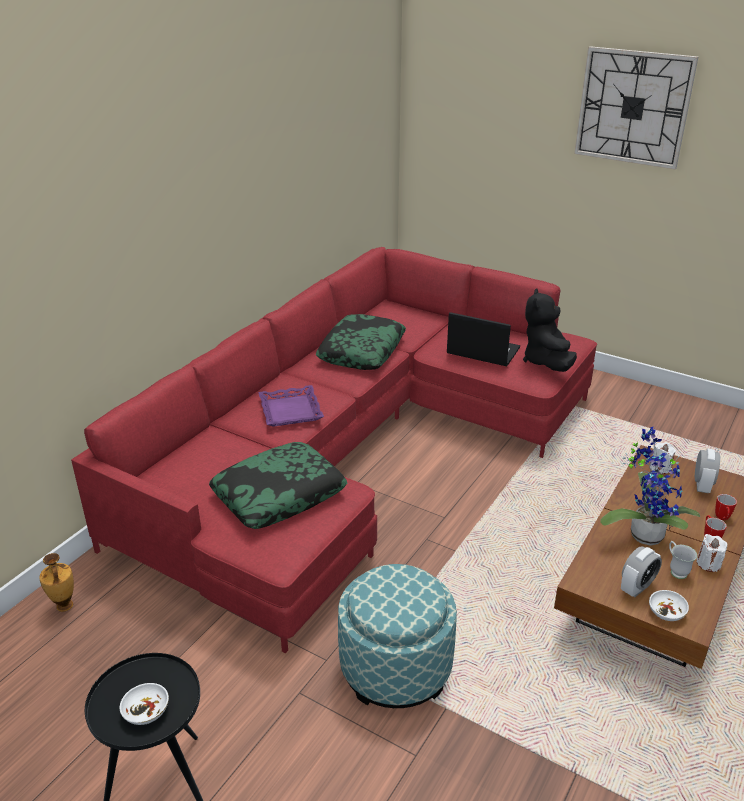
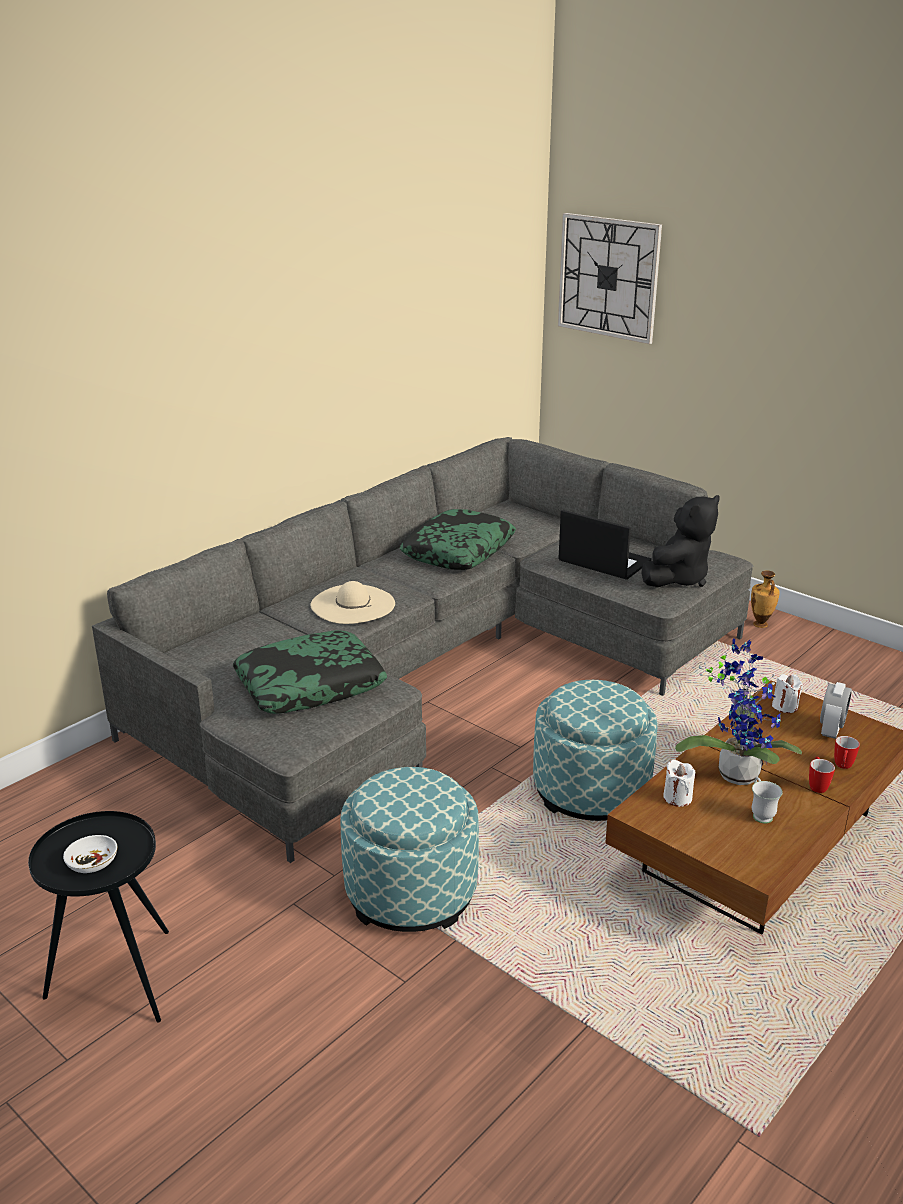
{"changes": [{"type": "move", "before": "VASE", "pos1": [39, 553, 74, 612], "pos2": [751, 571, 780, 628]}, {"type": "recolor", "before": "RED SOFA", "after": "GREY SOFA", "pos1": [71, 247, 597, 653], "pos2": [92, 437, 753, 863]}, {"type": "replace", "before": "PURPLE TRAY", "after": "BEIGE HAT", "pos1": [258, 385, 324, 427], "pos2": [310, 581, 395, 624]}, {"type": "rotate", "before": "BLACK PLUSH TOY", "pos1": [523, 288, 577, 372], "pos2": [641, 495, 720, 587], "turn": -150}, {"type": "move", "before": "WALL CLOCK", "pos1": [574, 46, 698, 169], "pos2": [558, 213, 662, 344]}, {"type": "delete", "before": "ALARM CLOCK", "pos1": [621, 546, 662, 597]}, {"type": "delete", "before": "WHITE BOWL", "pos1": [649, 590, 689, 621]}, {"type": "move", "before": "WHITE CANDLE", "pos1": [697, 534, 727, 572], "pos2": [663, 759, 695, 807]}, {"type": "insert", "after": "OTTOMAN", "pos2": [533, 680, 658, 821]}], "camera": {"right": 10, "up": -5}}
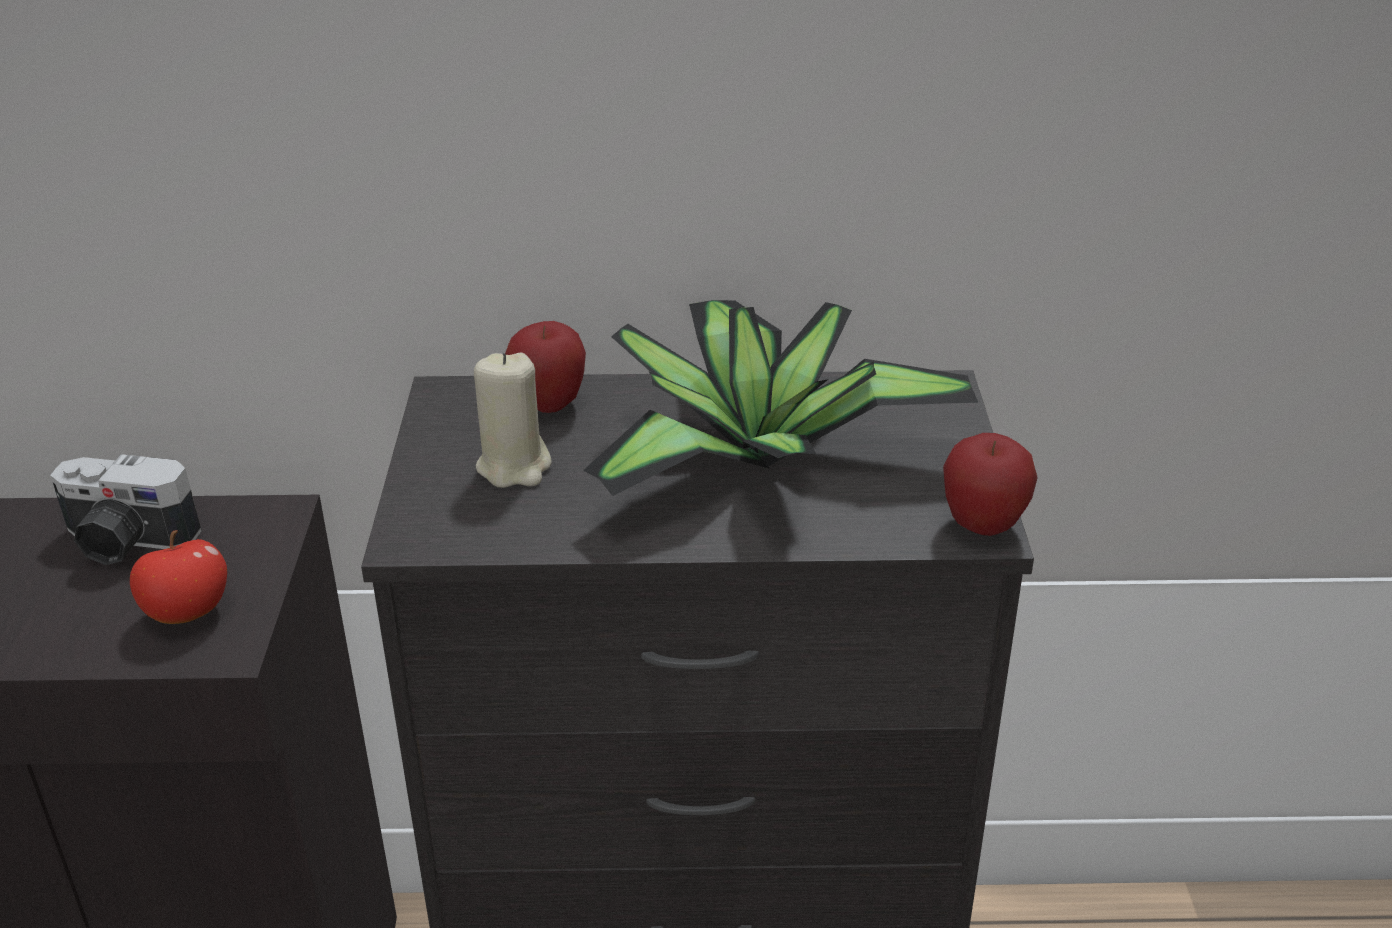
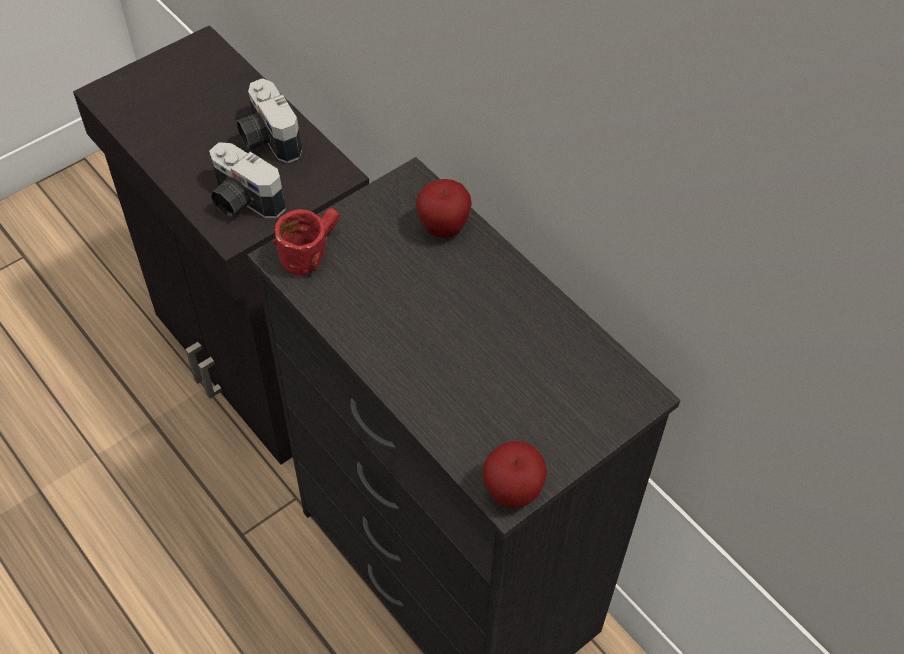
{"changes": [{"type": "replace", "before": "APPLE", "after": "PHOTO CAMERA", "pos1": [130, 530, 227, 624], "pos2": [209, 142, 286, 218]}, {"type": "delete", "before": "BEIGE CANDLE", "pos1": [474, 352, 551, 488]}, {"type": "delete", "before": "POTTED PLANT", "pos1": [583, 300, 978, 496]}, {"type": "insert", "after": "RED MUG", "pos2": [273, 208, 340, 276]}], "camera": {"right": 50, "up": 20}}
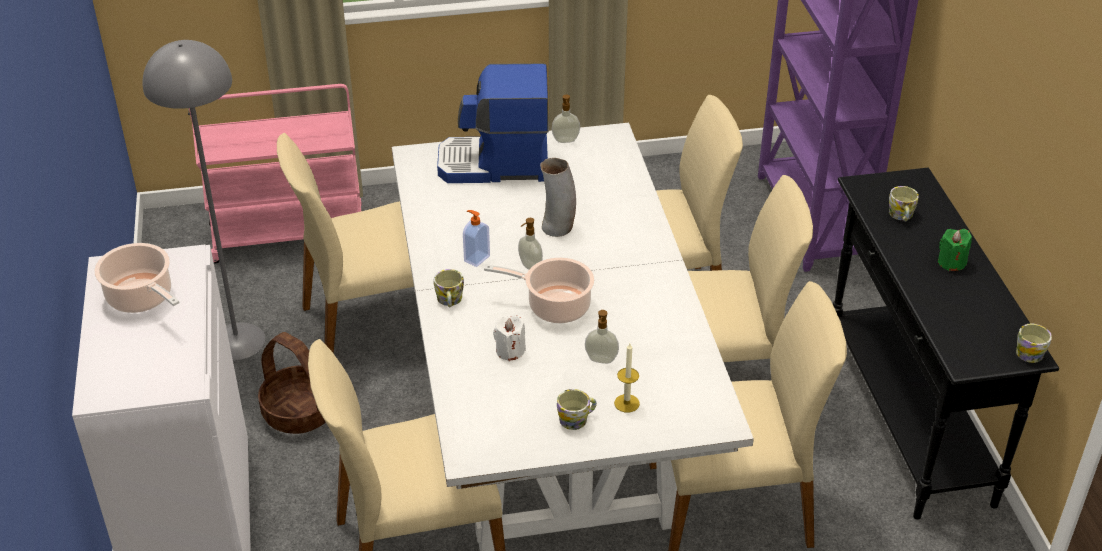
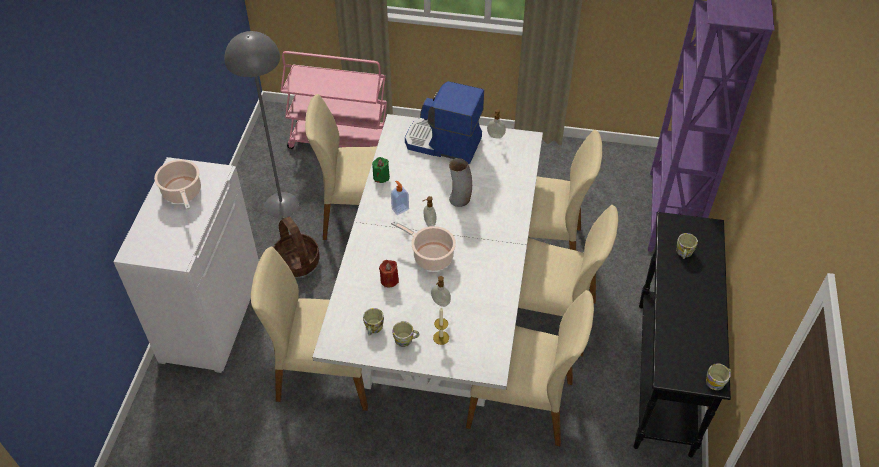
{"changes": [{"type": "move", "before": "MUG", "pos1": [434, 269, 464, 307], "pos2": [363, 308, 384, 336]}, {"type": "recolor", "before": "WHITE CANDLE", "after": "RED CANDLE", "pos1": [493, 315, 526, 361], "pos2": [379, 260, 399, 288]}, {"type": "move", "before": "GREEN CANDLE", "pos1": [938, 229, 972, 271], "pos2": [372, 157, 390, 183]}], "camera": {"right": 20, "up": 10}}
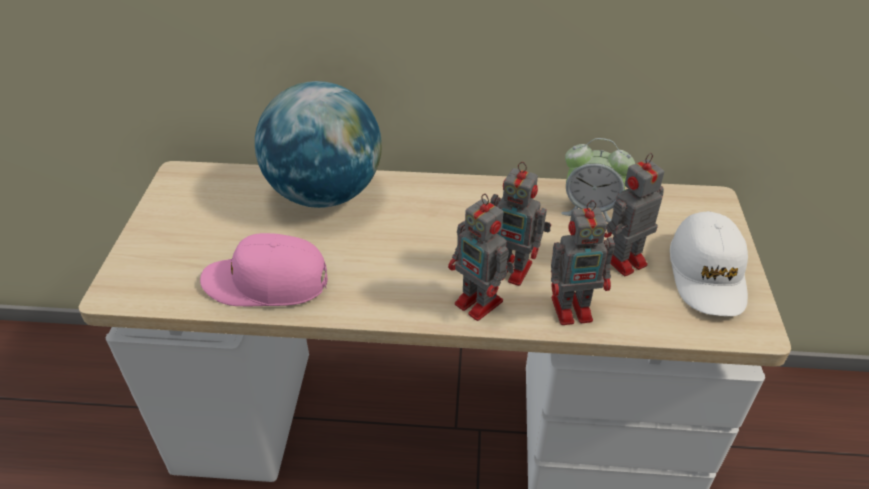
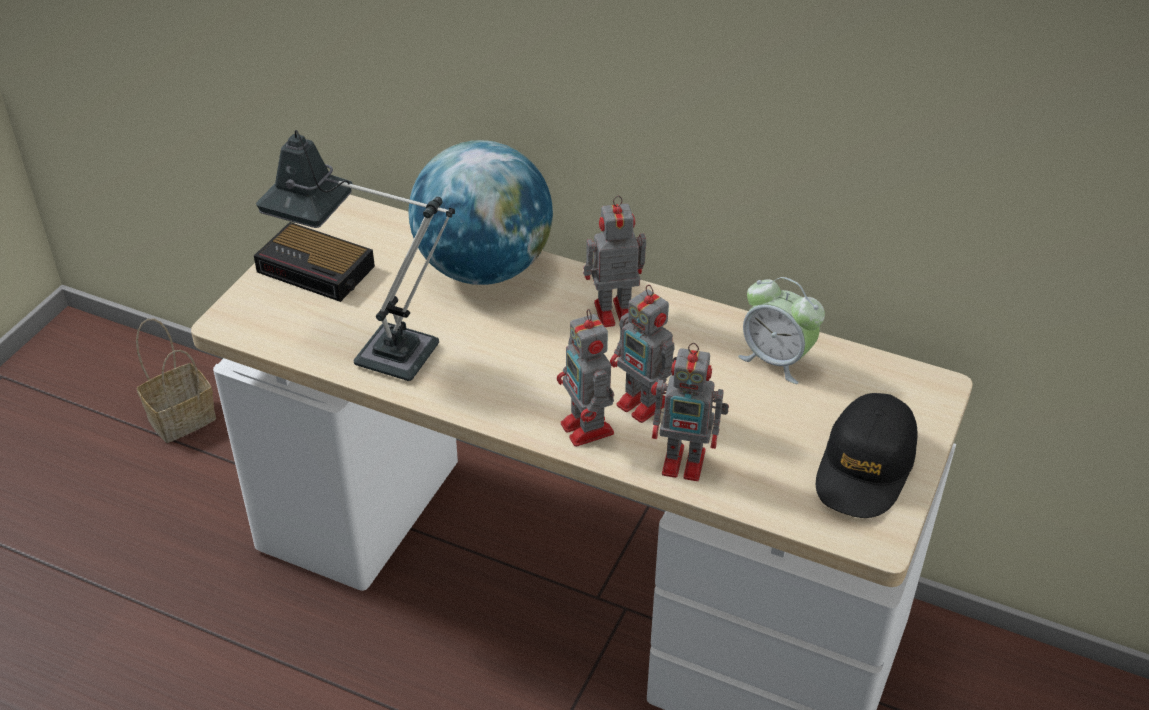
{"changes": [{"type": "replace", "before": "PINK CAP", "after": "TABLE LAMP", "pos1": [200, 233, 328, 306], "pos2": [256, 130, 455, 381]}, {"type": "move", "before": "TOY ROBOT", "pos1": [604, 153, 664, 276], "pos2": [583, 196, 646, 327]}, {"type": "recolor", "before": "WHITE CAP", "after": "BLACK CAP", "pos1": [670, 211, 748, 316], "pos2": [816, 393, 918, 518]}, {"type": "insert", "after": "BASKET", "pos2": [136, 318, 216, 443]}, {"type": "insert", "after": "ALARM CLOCK", "pos2": [254, 222, 375, 302]}], "camera": {"right": 20, "up": 0}}
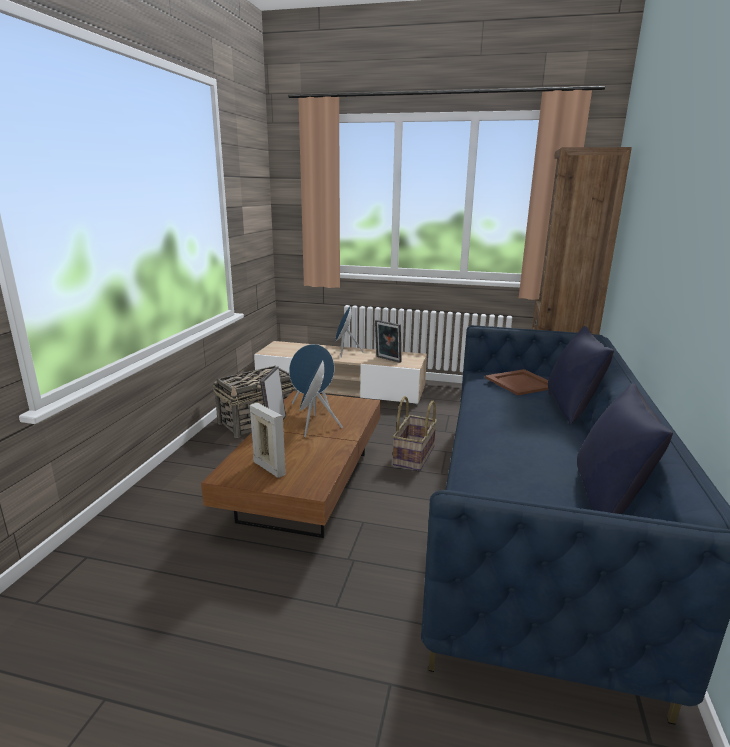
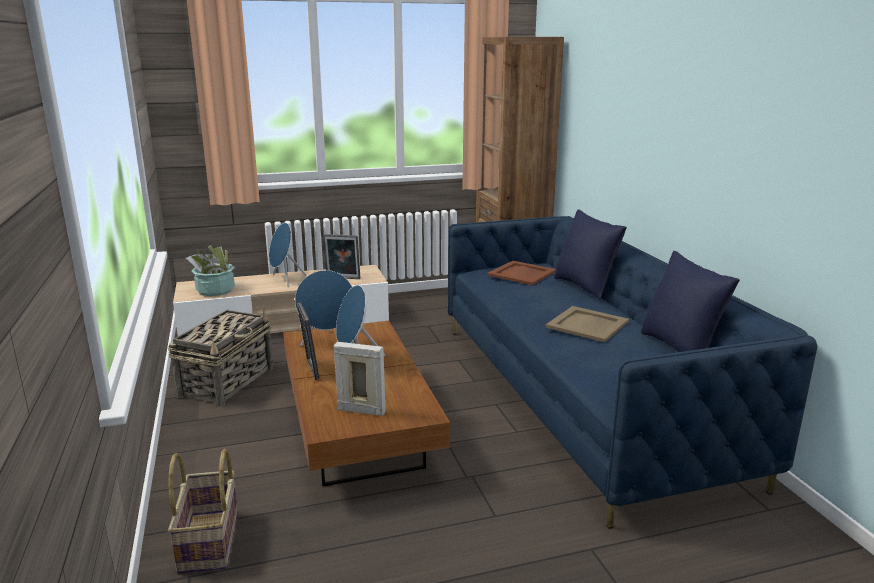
{"changes": [{"type": "move", "before": "BASKET", "pos1": [393, 396, 437, 471], "pos2": [168, 449, 238, 574]}, {"type": "insert", "after": "POTTED PLANT", "pos2": [186, 245, 235, 296]}, {"type": "insert", "after": "BEIGE TRAY", "pos2": [546, 306, 629, 342]}], "camera": {"right": -30, "up": 0}}
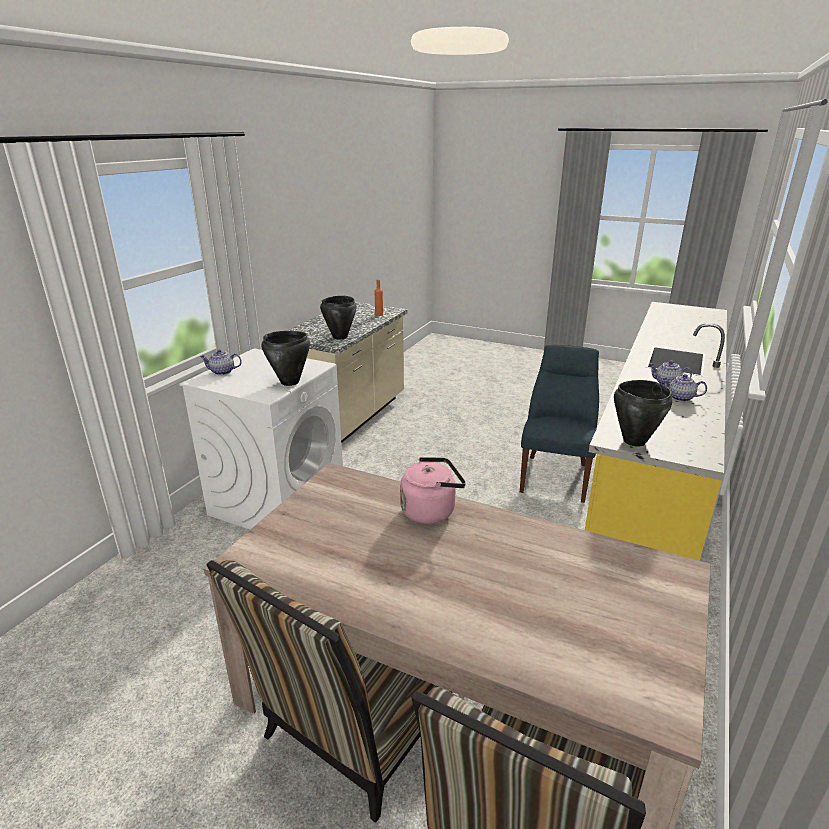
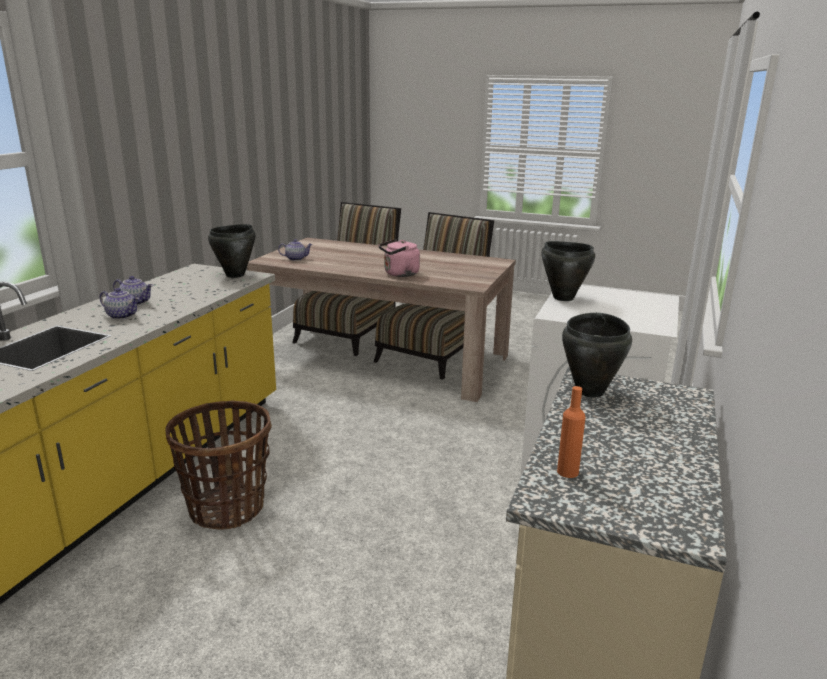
{"changes": [{"type": "move", "before": "TEAPOT", "pos1": [200, 349, 242, 375], "pos2": [278, 239, 313, 261]}, {"type": "replace", "before": "BLUE CHAIR", "after": "BASKET", "pos1": [520, 345, 599, 503], "pos2": [165, 400, 272, 530]}], "camera": {"right": 175, "up": -5}}
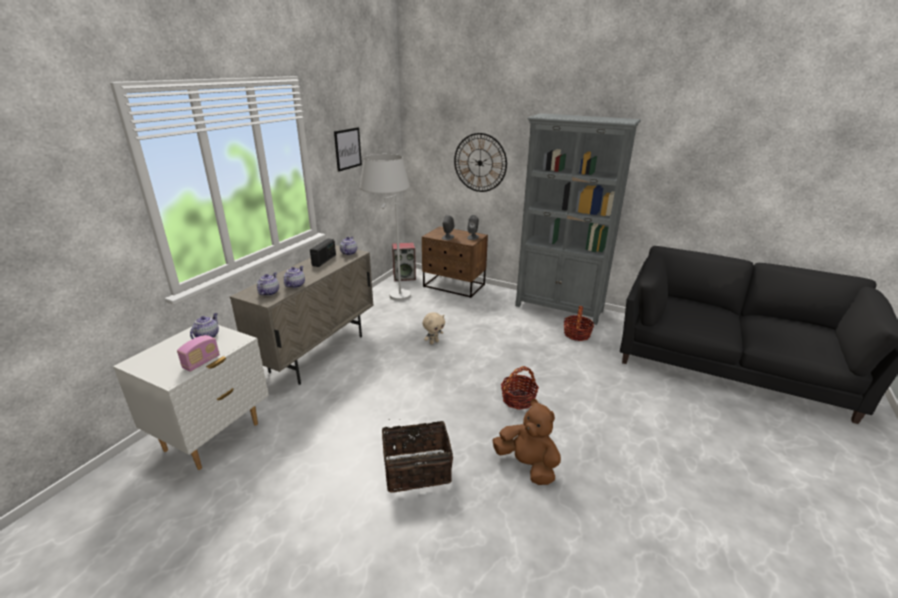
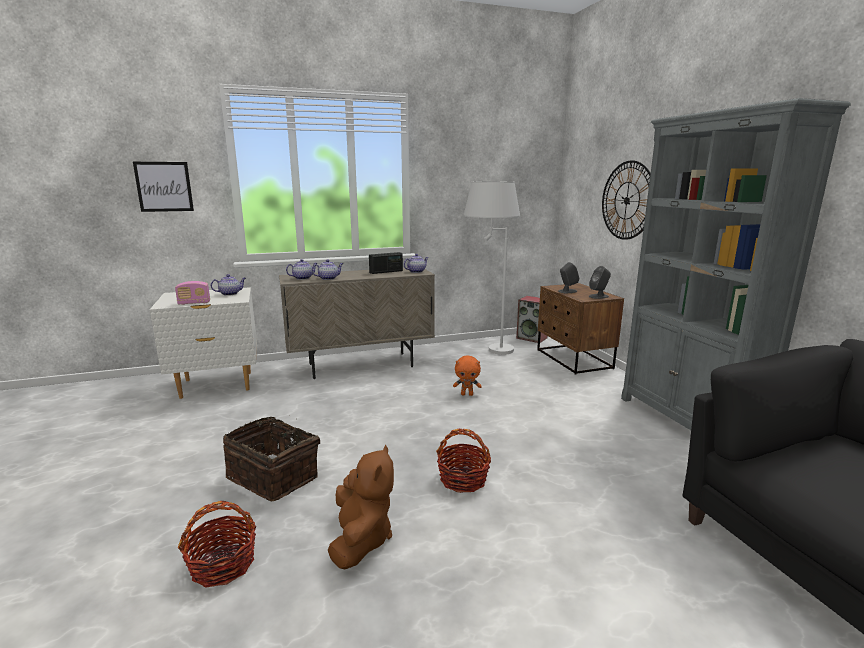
{"changes": [{"type": "move", "before": "PICTURE", "pos1": [334, 127, 362, 172], "pos2": [133, 162, 194, 212]}, {"type": "recolor", "before": "BEIGE PLUSH TOY", "after": "ORANGE PLUSH TOY", "pos1": [423, 312, 445, 344], "pos2": [453, 355, 482, 396]}, {"type": "move", "before": "BASKET", "pos1": [564, 306, 594, 341], "pos2": [178, 501, 256, 588]}], "camera": {"right": 45, "up": -10}}
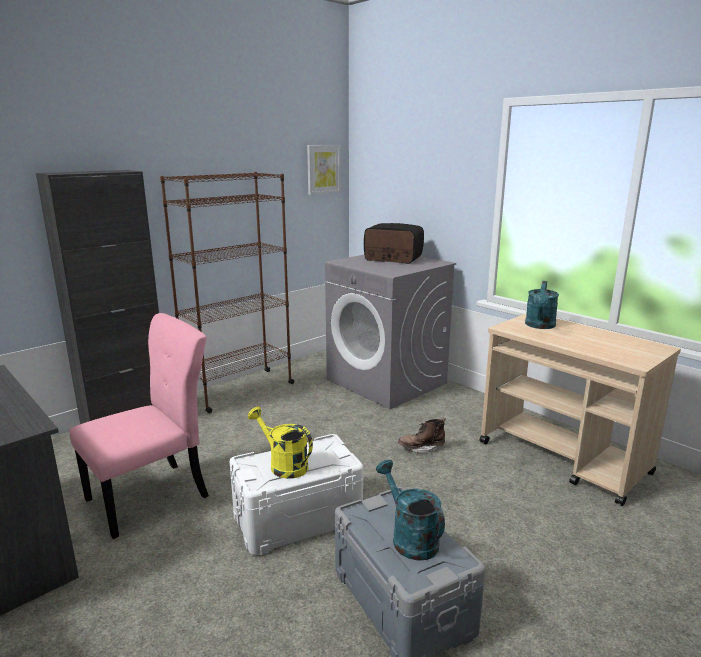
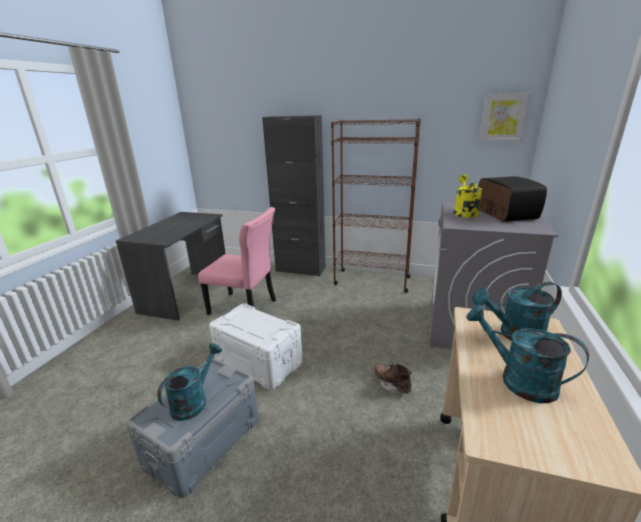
{"changes": [{"type": "move", "before": "YELLOW WATERING CAN", "pos1": [248, 407, 313, 479], "pos2": [454, 174, 483, 218]}, {"type": "insert", "after": "TURQUOISE WATERING CAN", "pos2": [466, 305, 589, 403]}], "camera": {"right": 60, "up": 5}}
